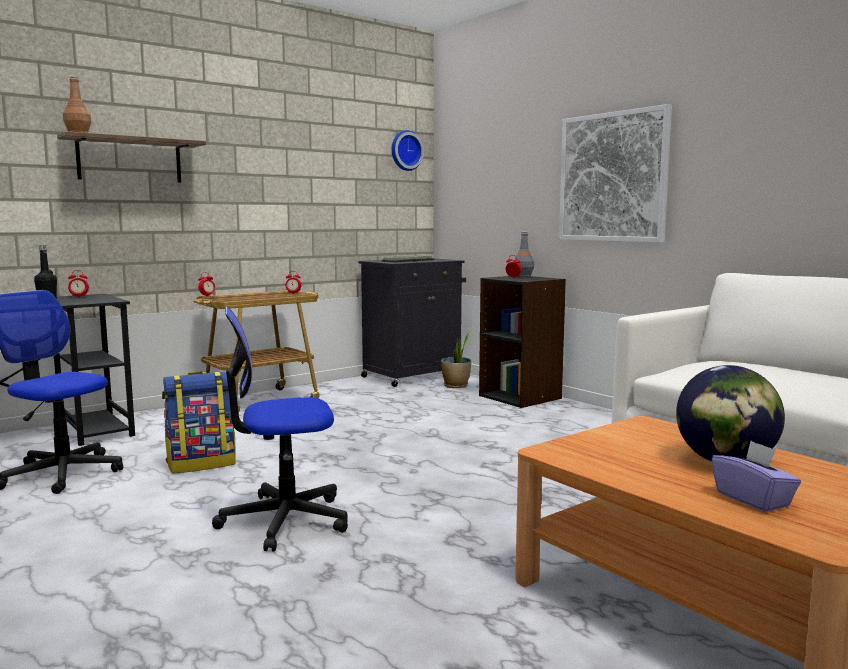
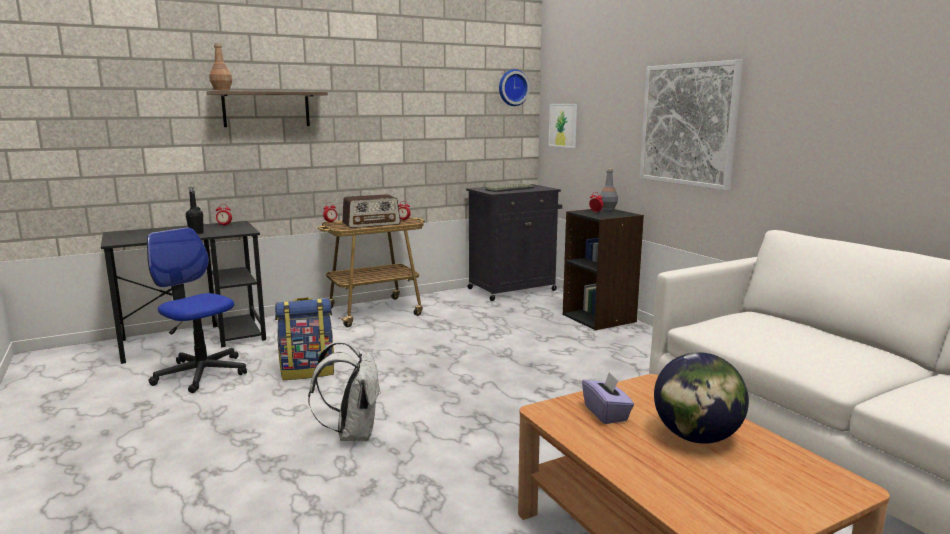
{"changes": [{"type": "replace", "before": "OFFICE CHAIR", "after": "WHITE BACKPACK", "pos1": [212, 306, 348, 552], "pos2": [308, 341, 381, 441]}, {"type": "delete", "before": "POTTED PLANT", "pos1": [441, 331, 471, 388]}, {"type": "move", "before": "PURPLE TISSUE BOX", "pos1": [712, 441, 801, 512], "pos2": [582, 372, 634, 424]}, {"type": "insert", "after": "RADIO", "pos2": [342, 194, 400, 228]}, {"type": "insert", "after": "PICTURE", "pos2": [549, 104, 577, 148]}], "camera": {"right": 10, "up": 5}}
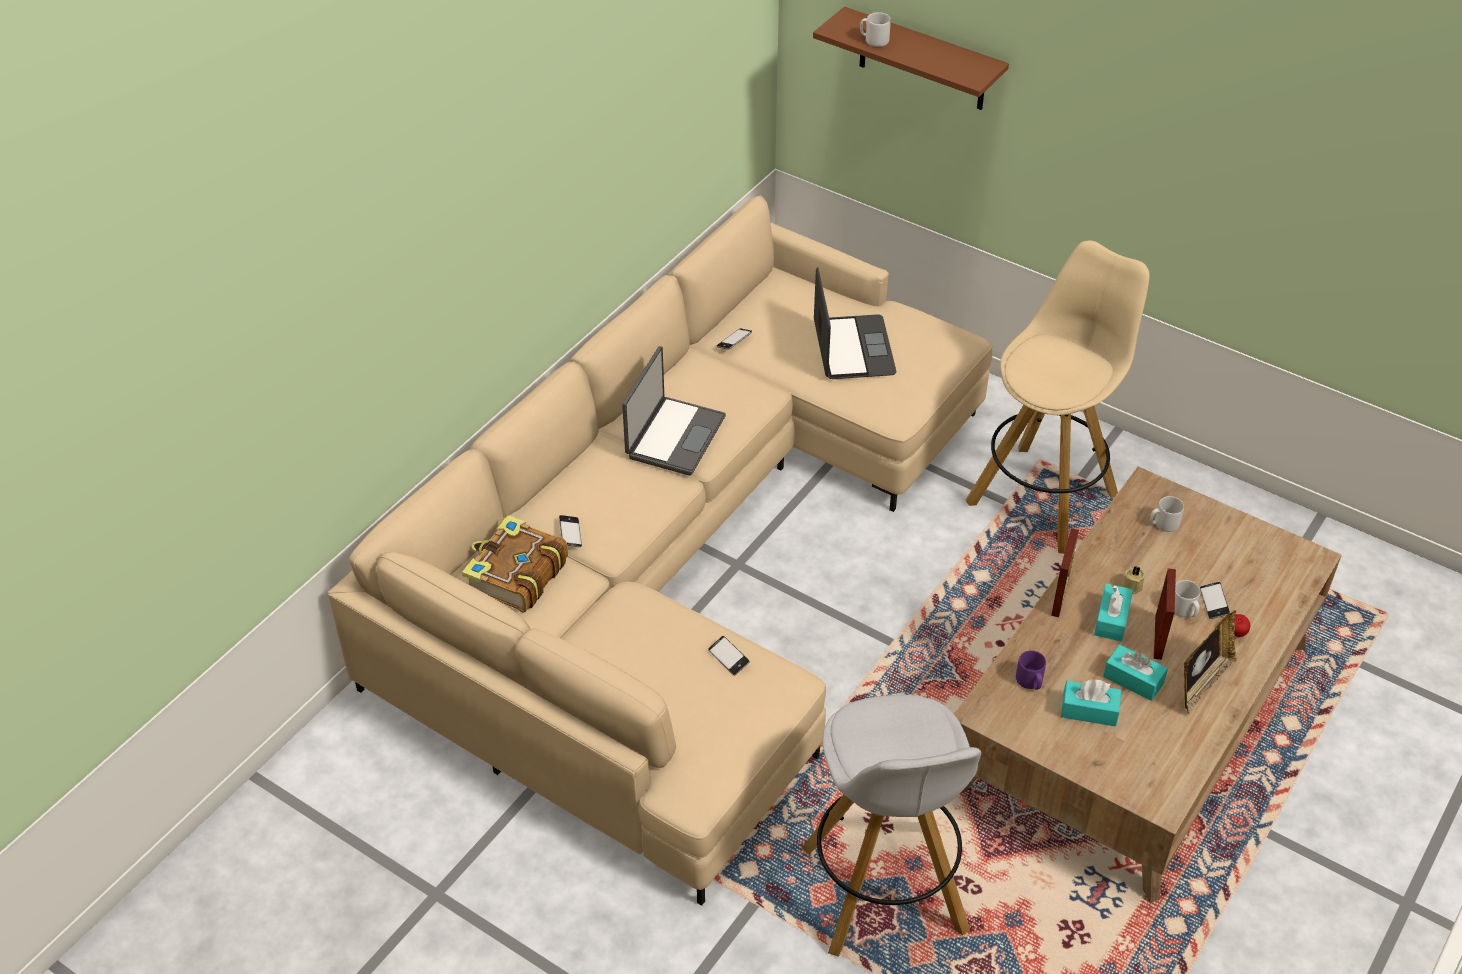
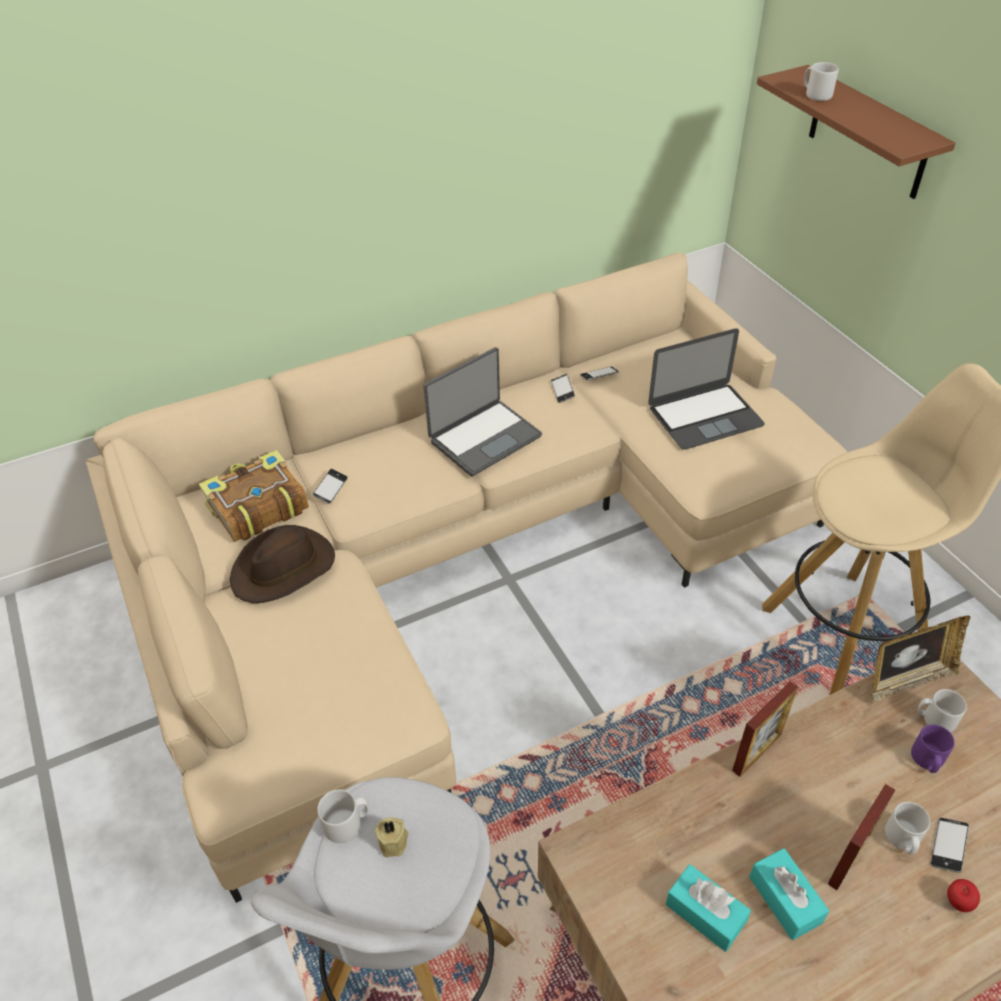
{"changes": [{"type": "move", "before": "PHONE", "pos1": [708, 636, 750, 675], "pos2": [551, 374, 575, 403]}, {"type": "rotate", "before": "LAPTOP", "pos1": [814, 267, 896, 379], "pos2": [648, 328, 765, 450], "turn": 45}, {"type": "move", "before": "PURPLE MUG", "pos1": [1016, 650, 1046, 690], "pos2": [911, 724, 955, 773]}, {"type": "delete", "before": "TURQUOISE TISSUE BOX", "pos1": [1094, 583, 1133, 642]}, {"type": "move", "before": "BEIGE CANDLE", "pos1": [1122, 566, 1145, 594], "pos2": [375, 818, 409, 857]}, {"type": "move", "before": "PICTURE FRAME", "pos1": [1184, 610, 1237, 714], "pos2": [871, 616, 970, 703]}, {"type": "insert", "after": "BROWN HAT", "pos2": [229, 525, 335, 603]}, {"type": "insert", "after": "GREY MUG", "pos2": [317, 790, 369, 843]}], "camera": {"right": 30, "up": 0}}
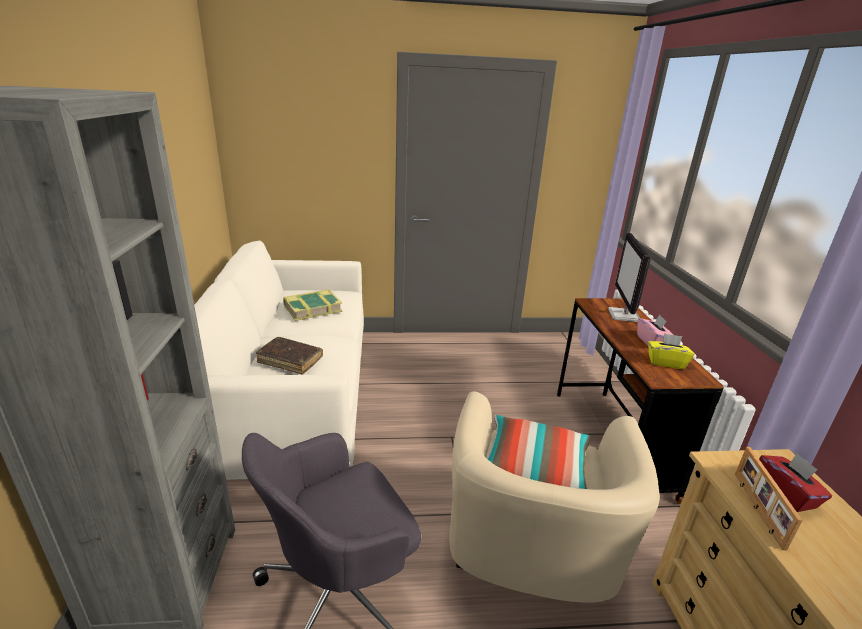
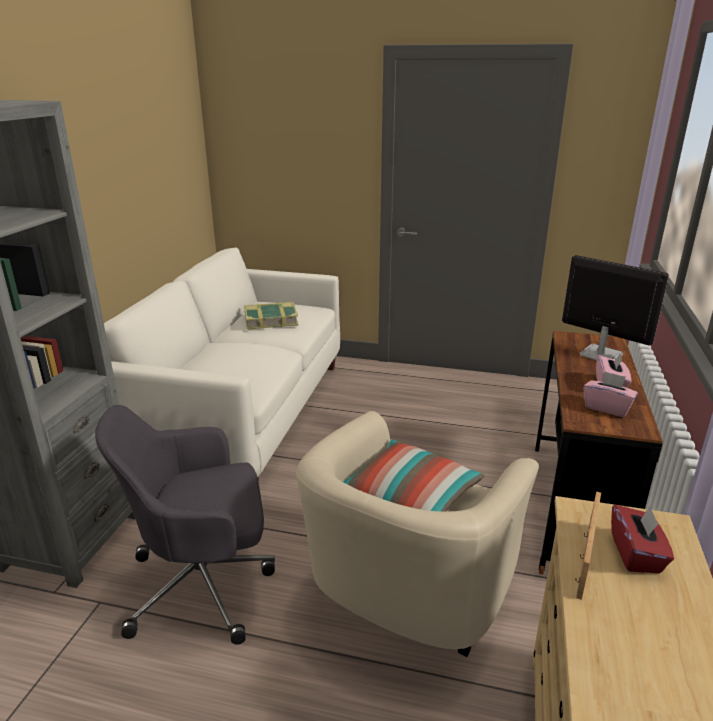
{"changes": [{"type": "delete", "before": "BROWN BOOK", "pos1": [256, 337, 323, 374]}, {"type": "rotate", "before": "MONITOR", "pos1": [608, 233, 650, 322], "pos2": [562, 255, 669, 361], "turn": 105}, {"type": "recolor", "before": "YELLOW TISSUE BOX", "after": "PINK TISSUE BOX", "pos1": [648, 333, 695, 369], "pos2": [583, 371, 638, 417]}], "camera": {"right": 20, "up": 0}}
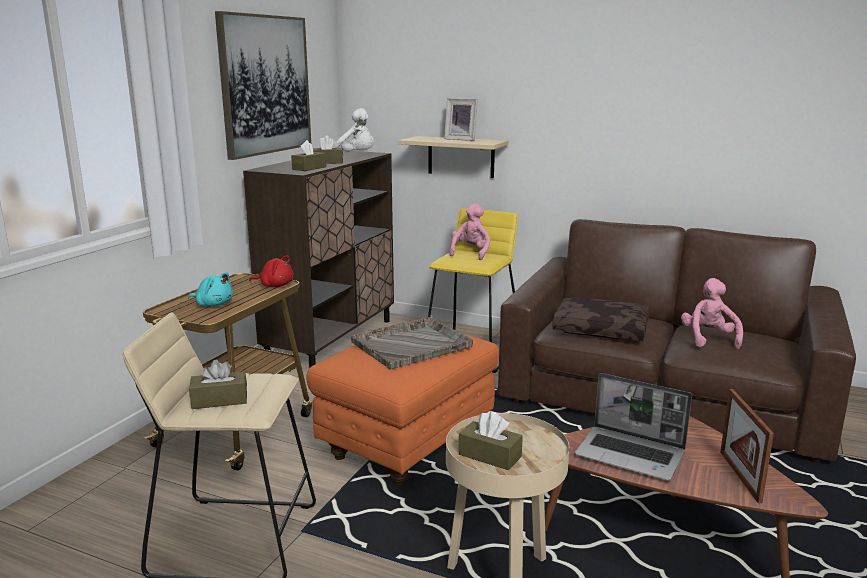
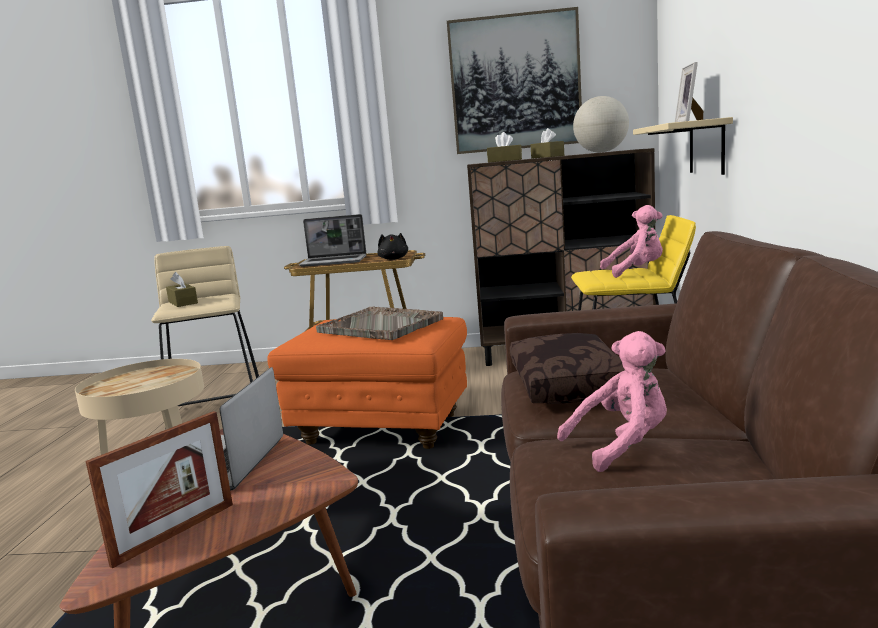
{"changes": [{"type": "replace", "before": "TURQUOISE PLUSH TOY", "after": "LAPTOP", "pos1": [188, 272, 233, 306], "pos2": [299, 214, 366, 267]}, {"type": "recolor", "before": "RED PLUSH TOY", "after": "BLACK PLUSH TOY", "pos1": [249, 255, 294, 287], "pos2": [377, 233, 408, 260]}, {"type": "replace", "before": "WHITE PLUSH TOY", "after": "GLOBE", "pos1": [332, 108, 374, 153], "pos2": [573, 96, 629, 152]}, {"type": "delete", "before": "BROWN TISSUE BOX", "pos1": [459, 411, 523, 470]}, {"type": "rotate", "before": "PICTURE FRAME", "pos1": [720, 389, 774, 503], "pos2": [86, 411, 233, 569], "turn": 150}], "camera": {"right": 70, "up": -5}}
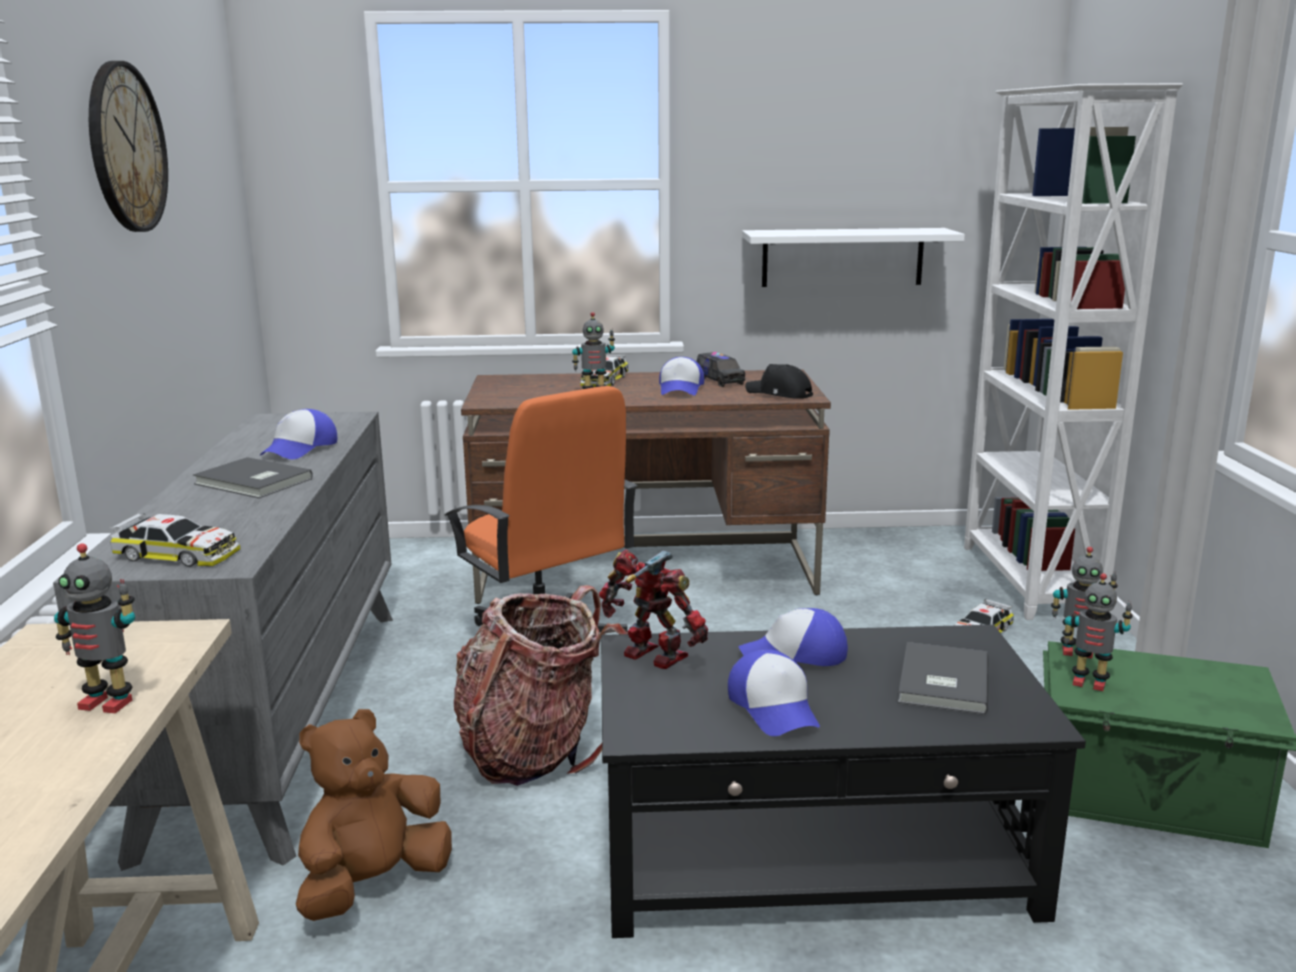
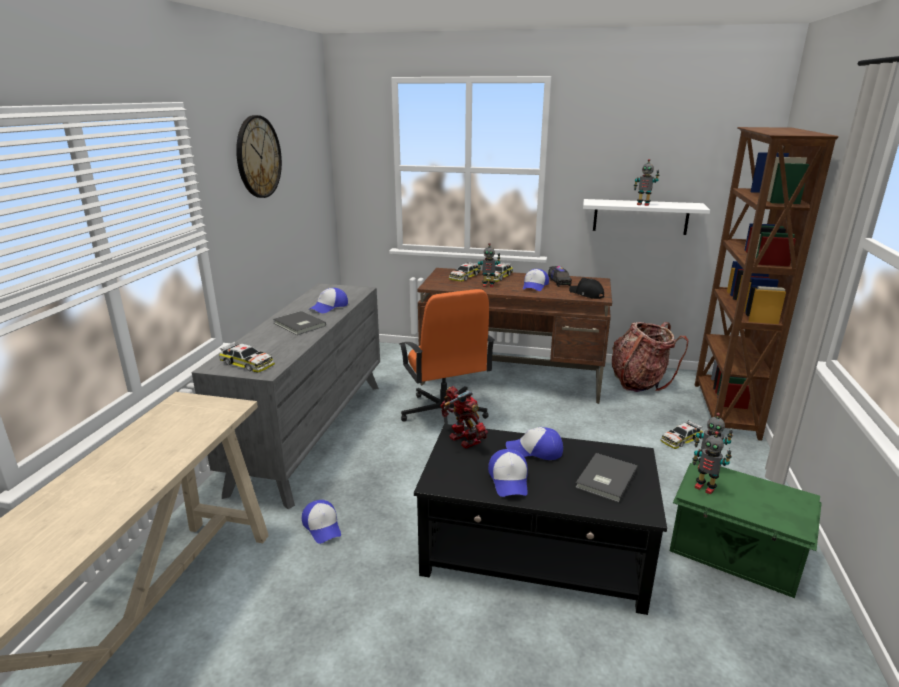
{"changes": [{"type": "move", "before": "TOY ROBOT", "pos1": [54, 544, 135, 713], "pos2": [634, 159, 659, 206]}, {"type": "replace", "before": "BROWN PLUSH TOY", "after": "CAP", "pos1": [296, 709, 452, 921], "pos2": [302, 500, 341, 544]}, {"type": "move", "before": "BACKPACK", "pos1": [454, 585, 628, 786], "pos2": [612, 322, 688, 392]}, {"type": "recolor", "before": "WHITE BOOKCASE", "after": "BROWN BOOKCASE", "pos1": [964, 83, 1183, 620], "pos2": [695, 127, 839, 441]}, {"type": "insert", "after": "TOY CAR", "pos2": [449, 262, 481, 282]}], "camera": {"right": 15, "up": 5}}
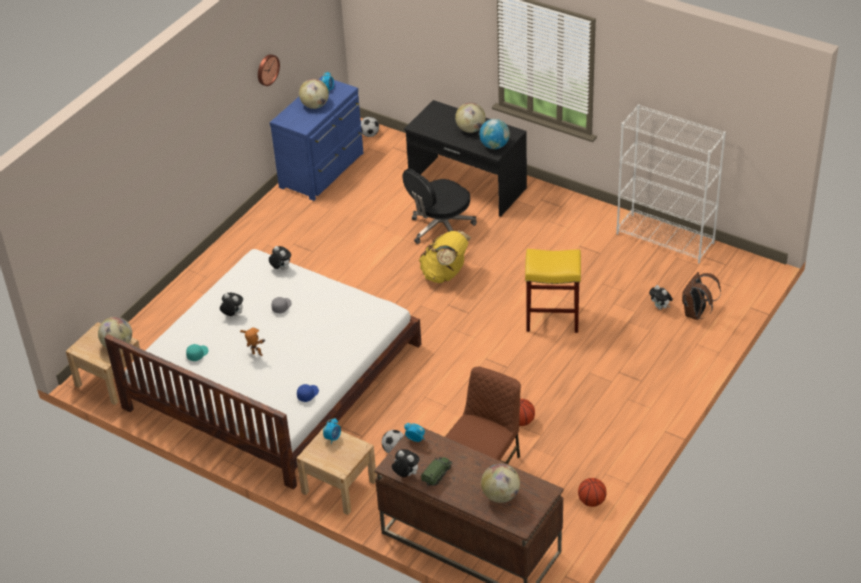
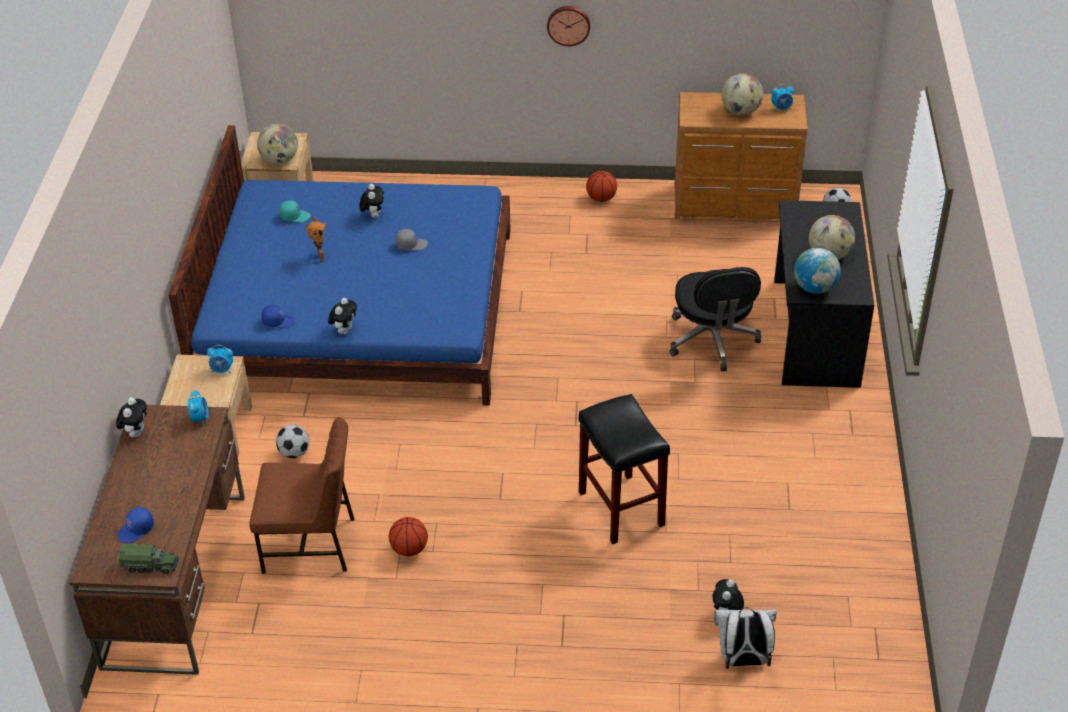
{"changes": [{"type": "recolor", "before": "WHITE BED", "after": "BLUE BED", "pos1": [104, 249, 422, 490], "pos2": [168, 125, 511, 406]}, {"type": "move", "before": "WALL CLOCK", "pos1": [258, 54, 280, 86], "pos2": [547, 6, 590, 46]}, {"type": "move", "before": "PLUSH TOY", "pos1": [269, 246, 291, 270], "pos2": [328, 298, 357, 334]}, {"type": "recolor", "before": "BLUE DRESSER", "after": "BROWN DRESSER", "pos1": [270, 76, 363, 201], "pos2": [675, 92, 808, 219]}, {"type": "rotate", "before": "BLACK OFFICE CHAIR", "pos1": [402, 168, 477, 244], "pos2": [670, 267, 761, 371], "turn": -120}, {"type": "delete", "before": "YELLOW BACKPACK", "pos1": [419, 230, 471, 283]}, {"type": "move", "before": "TOY TRUCK", "pos1": [421, 457, 452, 486], "pos2": [118, 544, 179, 574]}, {"type": "replace", "before": "GLOBE", "after": "BLUE CAP", "pos1": [481, 464, 520, 503], "pos2": [117, 507, 154, 543]}, {"type": "recolor", "before": "YELLOW STOOL", "after": "BLACK STOOL", "pos1": [525, 249, 581, 333], "pos2": [578, 394, 670, 544]}, {"type": "move", "before": "BASKETBALL", "pos1": [578, 478, 607, 507], "pos2": [586, 171, 617, 202]}, {"type": "delete", "before": "WHITE BOOKCASE", "pos1": [616, 104, 726, 264]}, {"type": "recolor", "before": "BROWN BACKPACK", "after": "WHITE BACKPACK", "pos1": [682, 272, 721, 320], "pos2": [714, 607, 777, 669]}], "camera": {"right": 60, "up": 0}}
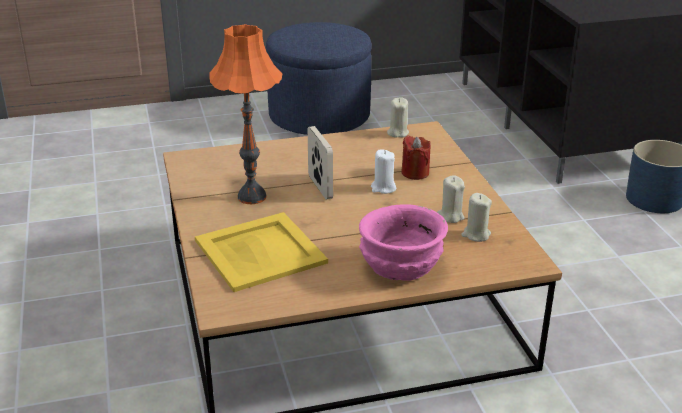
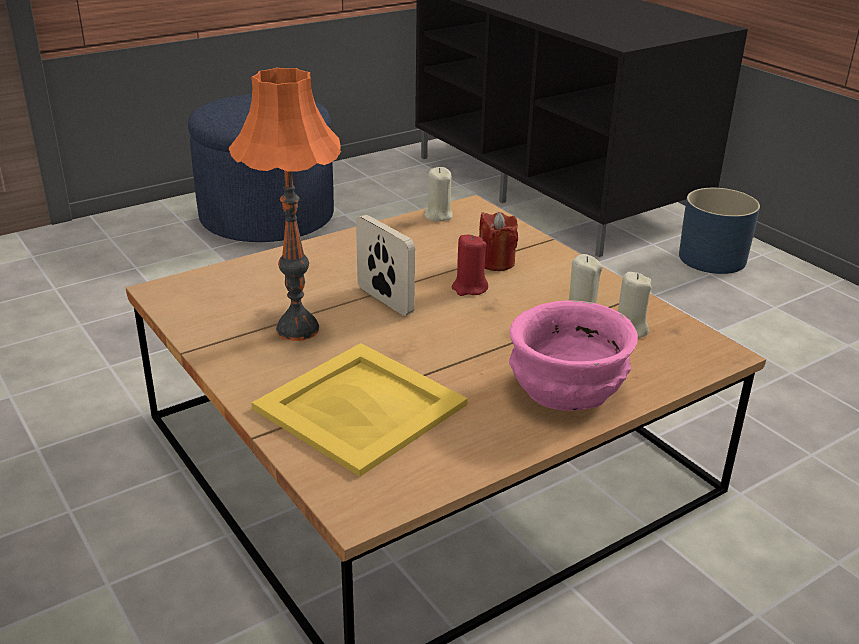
{"changes": [{"type": "recolor", "before": "WHITE CANDLE", "after": "RED CANDLE", "pos1": [371, 150, 396, 194], "pos2": [452, 235, 488, 296]}], "camera": {"right": -20, "up": 0}}
